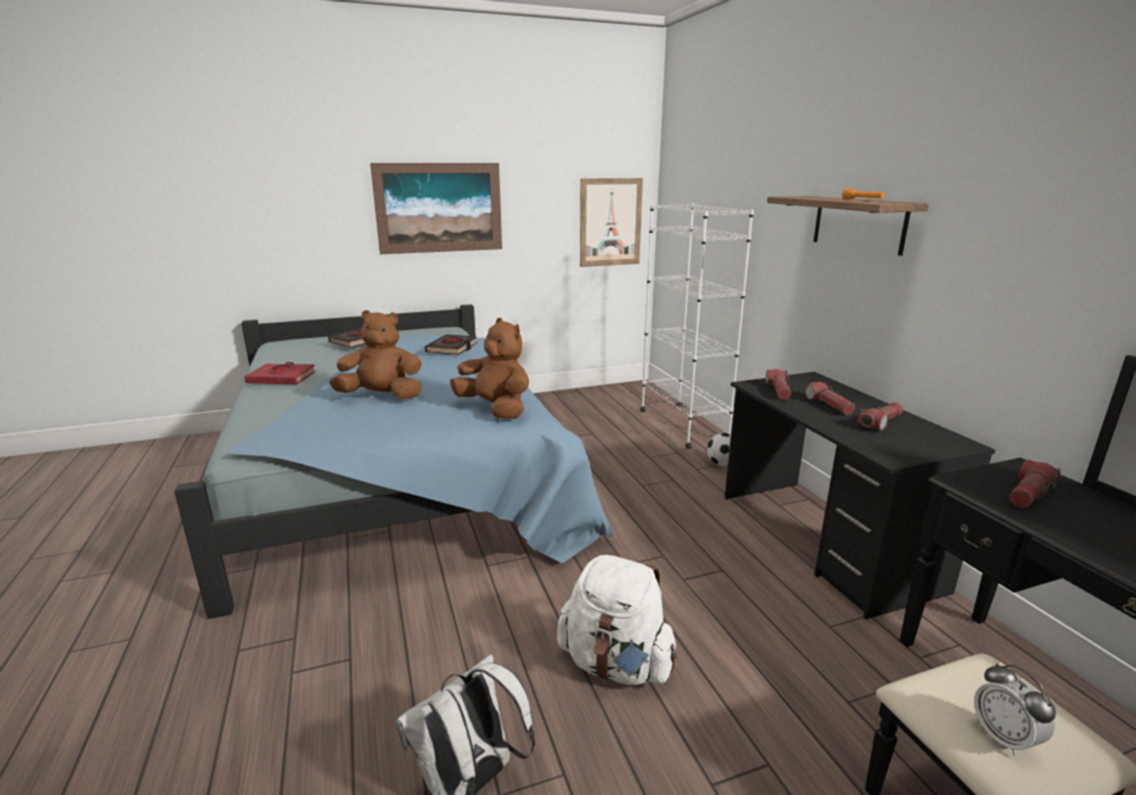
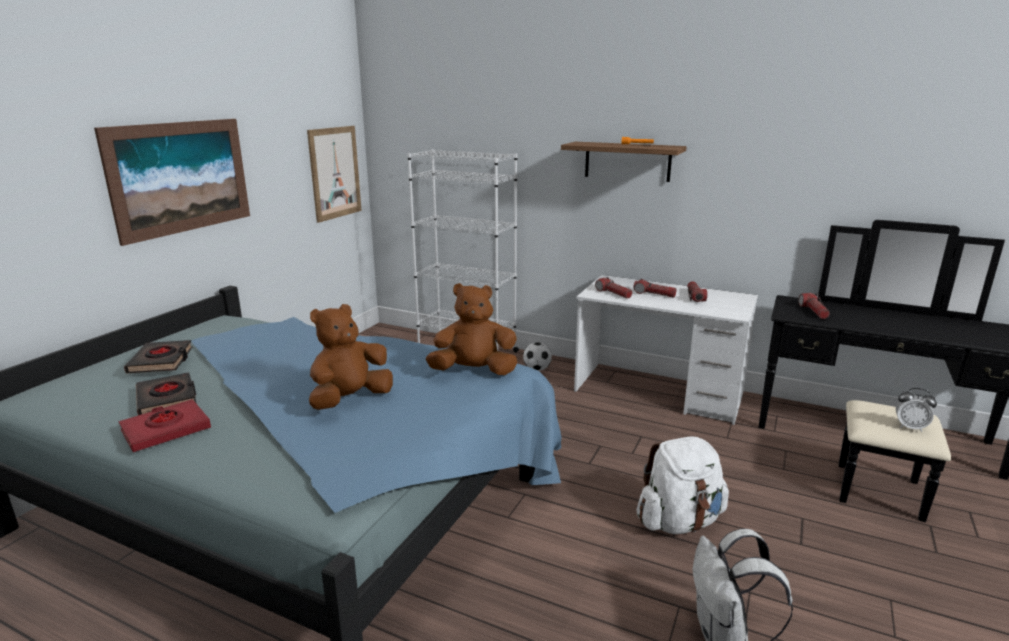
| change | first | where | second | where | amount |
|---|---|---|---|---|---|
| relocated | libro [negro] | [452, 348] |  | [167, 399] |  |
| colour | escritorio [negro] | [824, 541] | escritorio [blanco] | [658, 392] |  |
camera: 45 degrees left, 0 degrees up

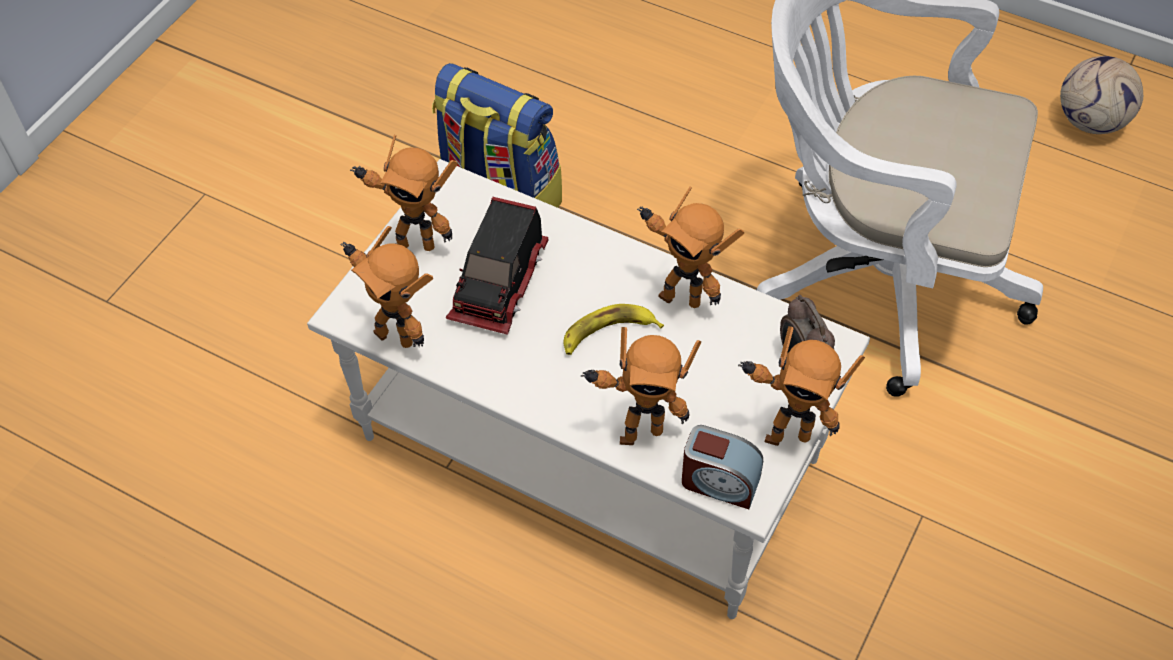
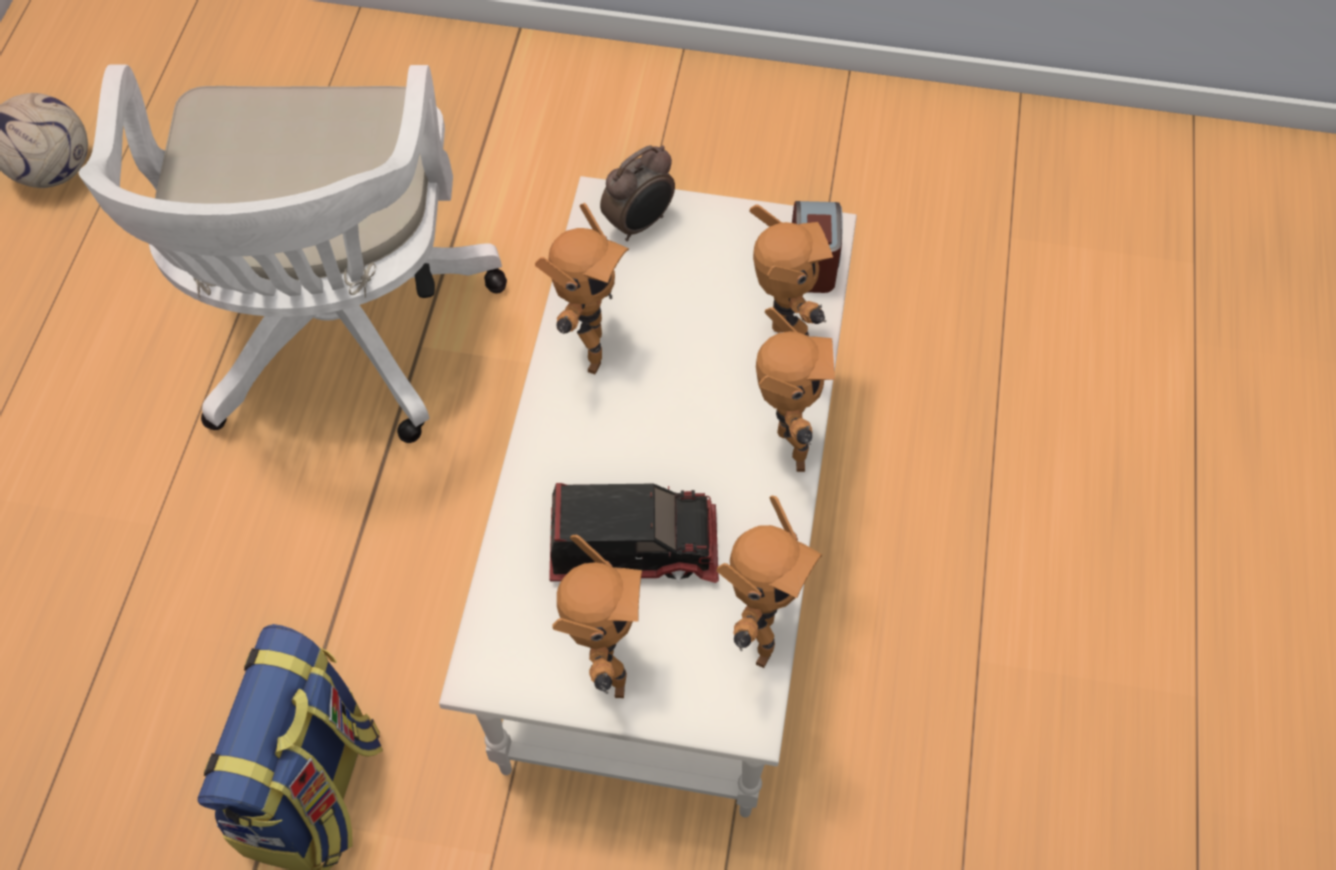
| change | first | where | second | where | amount |
|---|---|---|---|---|---|
| missing | plátano | [608, 333] |  |  |  |
| relocated | robot de juguete | [786, 433] |  | [784, 452] |  |
camera: 110 degrees left, 5 degrees up

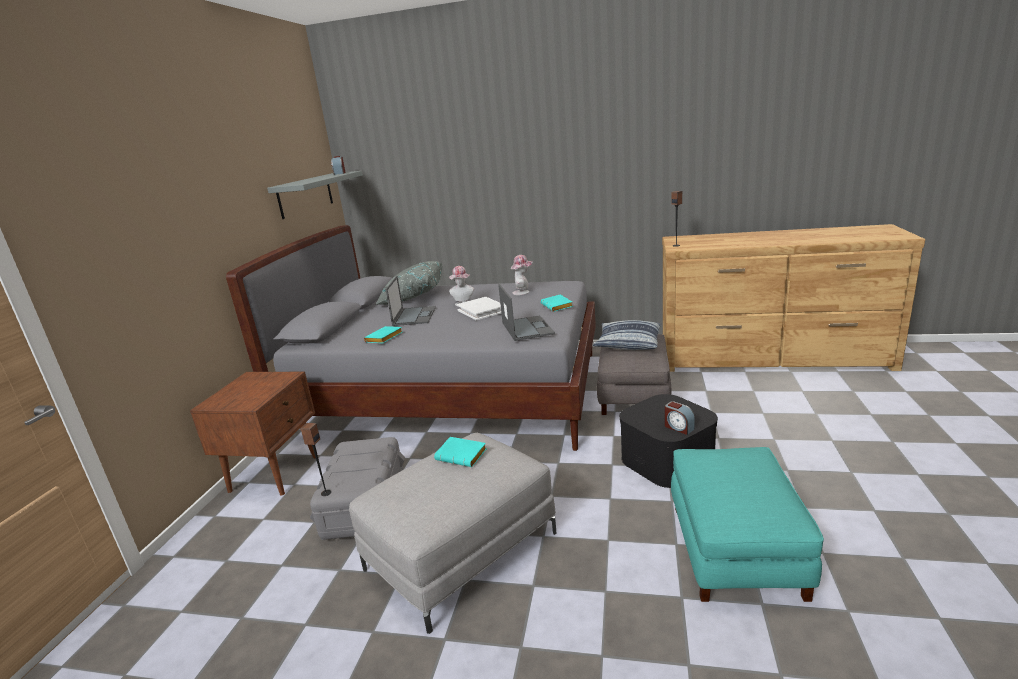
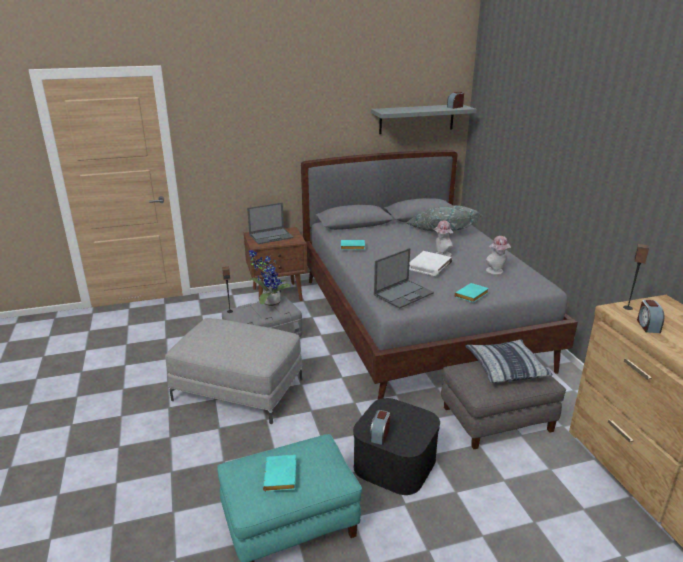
| change | first | where | second | where | amount |
|---|---|---|---|---|---|
| relocated | portátil | [414, 316] |  | [271, 236] |  |
| relocated | libro [turquesa] | [463, 455] |  | [282, 477] |  |
| appeared |  |  | planta en maceta | [269, 303] |  |
| appeared |  |  | despertador | [647, 325] |  |
camera: 60 degrees right, 5 degrees up

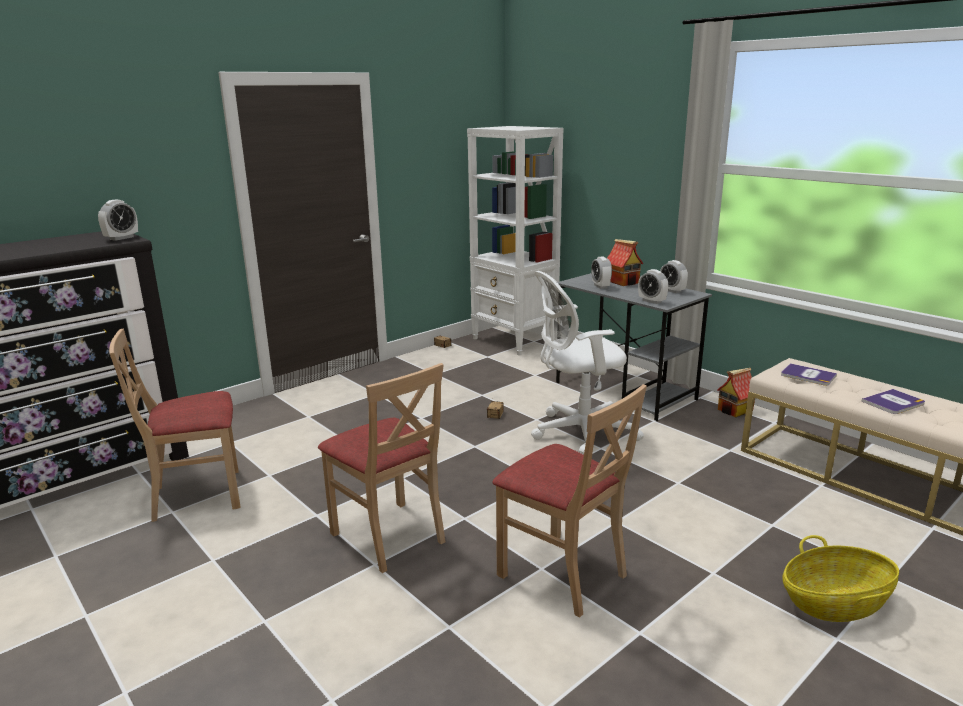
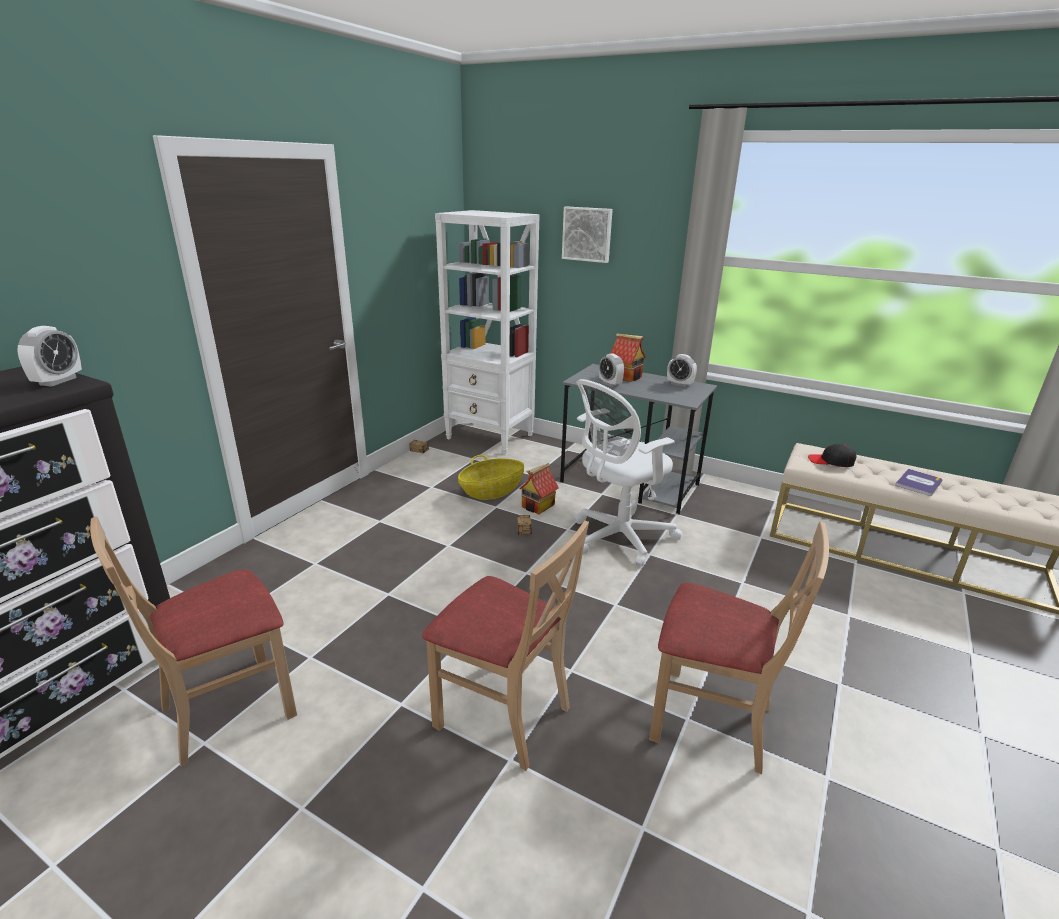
| change | first | where | second | where | amount |
|---|---|---|---|---|---|
| missing | despertador | [652, 301] |  |  |  |
| relocated | casita | [735, 410] |  | [538, 506] |  |
| exchanged | libro | [808, 375] | gorra [negro] | [831, 461] |  |
| relocated | cesta | [835, 603] |  | [492, 491] |  |
| appeared |  |  | cuadro | [587, 234] |  |
camera: 20 degrees left, 5 degrees up

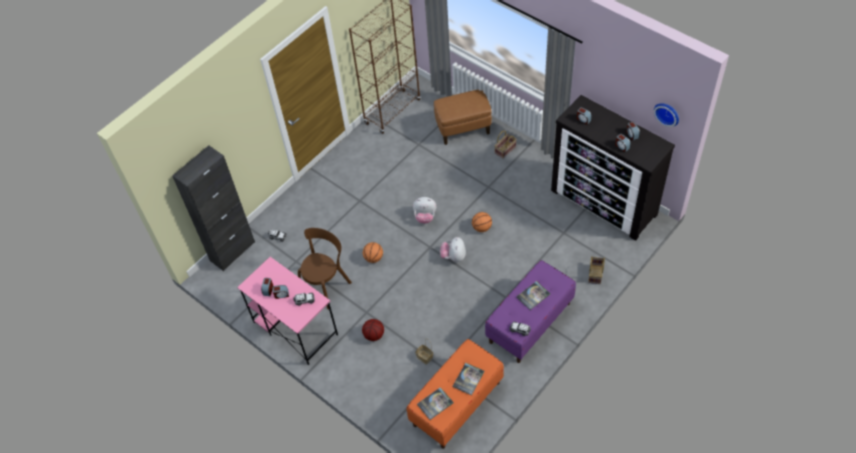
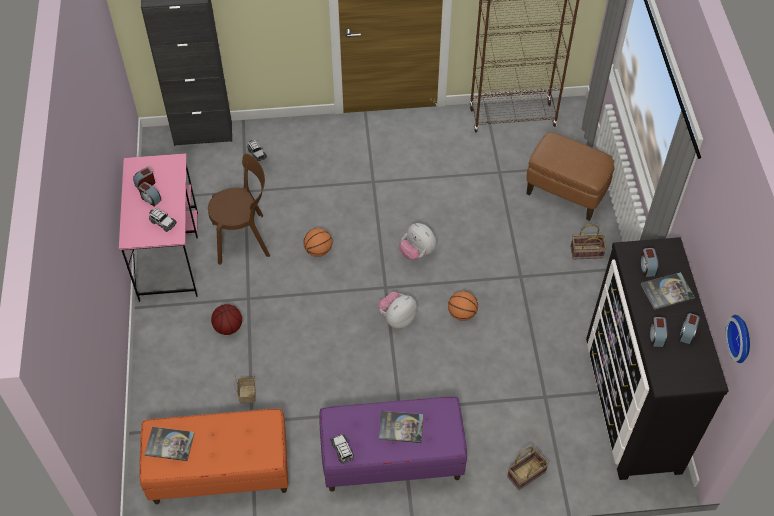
| change | first | where | second | where | amount |
|---|---|---|---|---|---|
| relocated | libro | [468, 379] |  | [667, 291] |  |
camera: 40 degrees right, 0 degrees up

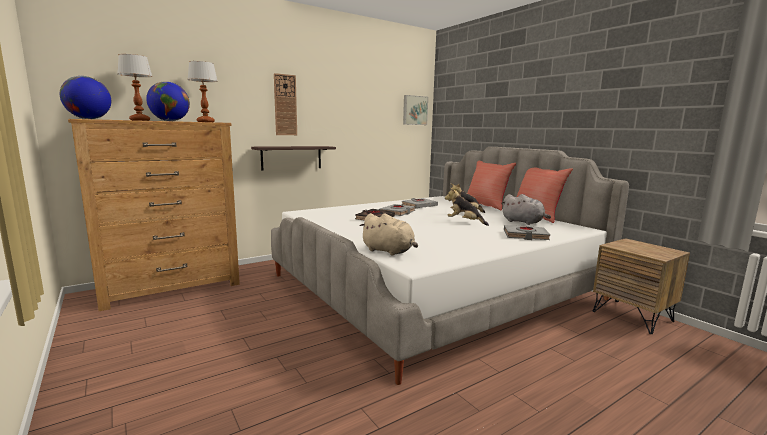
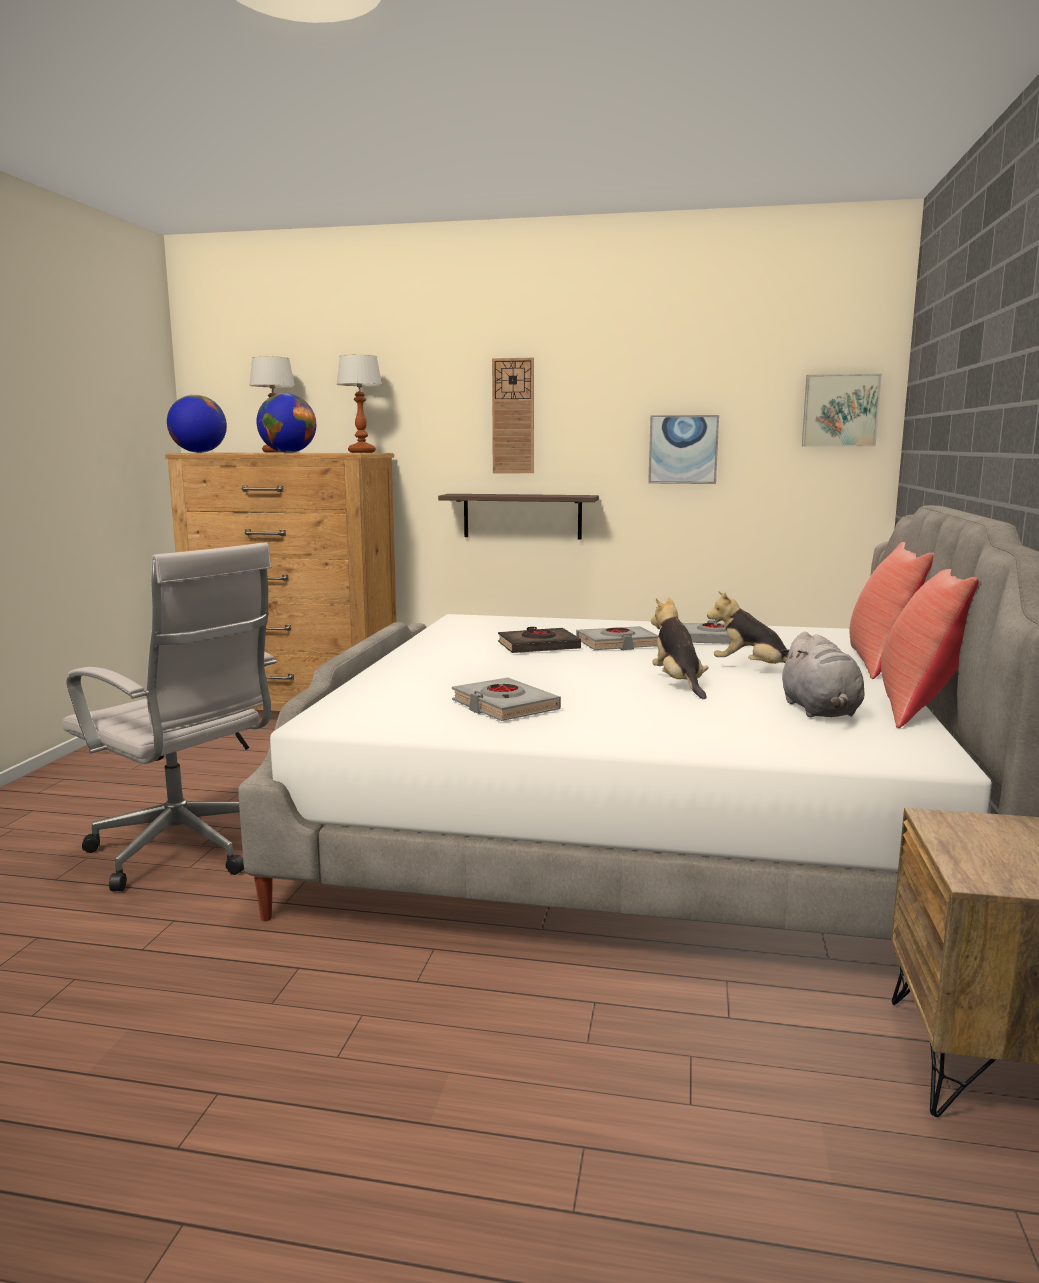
| change | first | where | second | where | amount |
|---|---|---|---|---|---|
| missing | peluche [beis] | [389, 251] |  |  |  |
| relocated | libro [gris] | [525, 236] |  | [504, 706] |  |
| appeared |  |  | silla de oficina [blanco] | [185, 853] |  |
| appeared |  |  | cuadro | [683, 449] |  |
camera: 45 degrees right, 0 degrees up

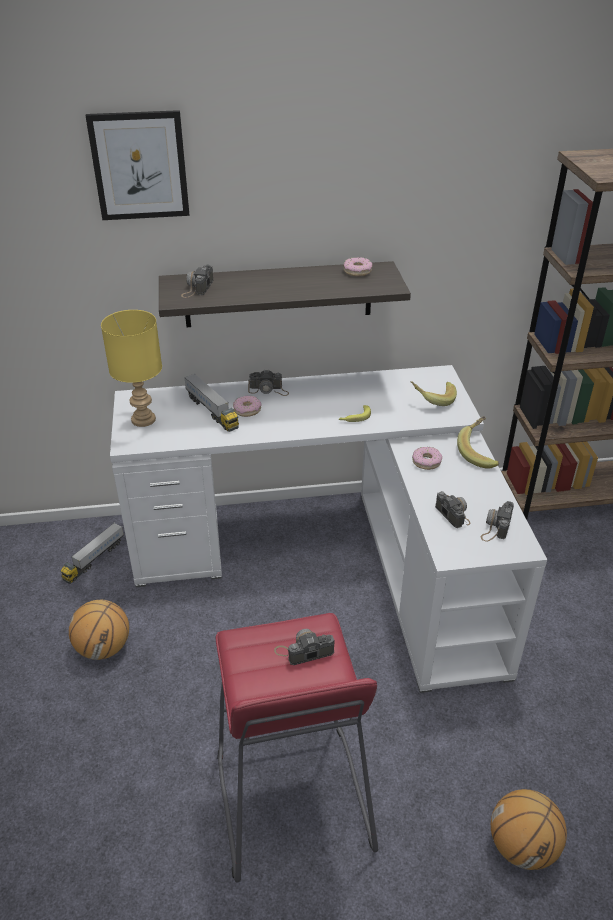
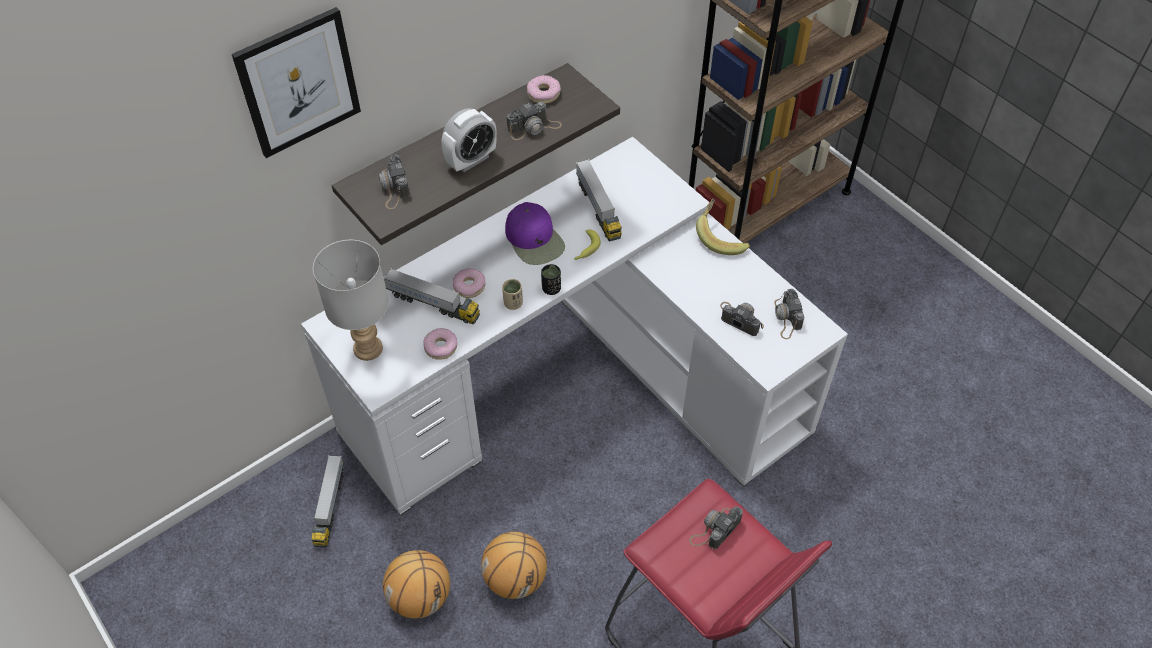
| change | first | where | second | where | amount |
|---|---|---|---|---|---|
| colour | lámpara de mesa [amarillo] | [143, 419] | lámpara de mesa [gris] | [367, 348] |  |
| relocated | cámara | [268, 390] |  | [534, 127] |  |
| missing | plátano | [432, 399] |  |  |  |
| relocated | rosquilla | [426, 462] |  | [440, 347] |  |
| relocated | balón de baloncesto | [522, 846] |  | [516, 578] |  |
| appeared |  |  | despertador | [471, 160] |  |
| appeared |  |  | taza [beis] | [513, 303] |  |
| appeared |  |  | gorra [morado] | [535, 239] |  |
| appeared |  |  | taza [negro] | [551, 288] |  |
| appeared |  |  | camión de juguete | [598, 208] |  |
camera: 30 degrees left, 15 degrees up

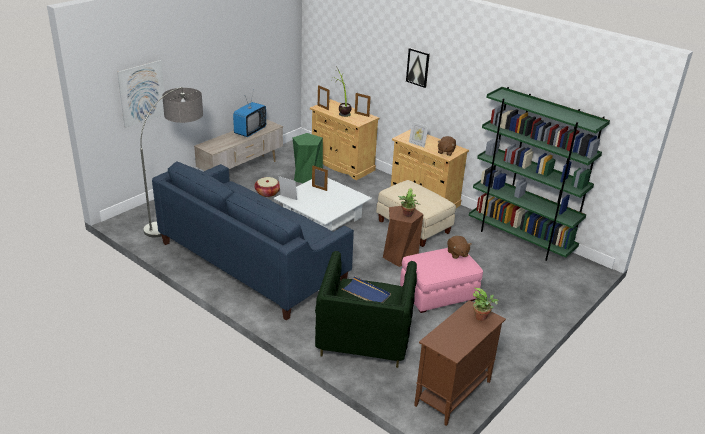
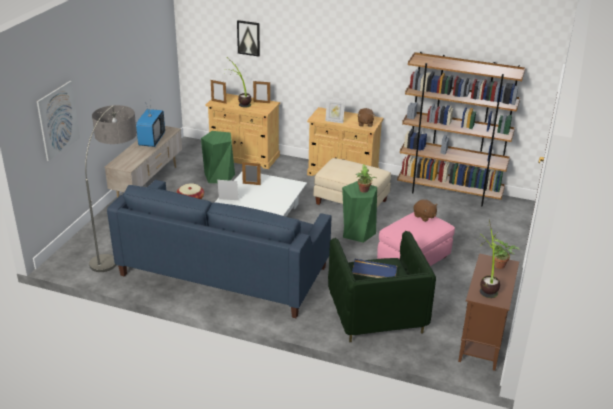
| change | first | where | second | where | amount |
|---|---|---|---|---|---|
| colour | taburete [marrón] | [400, 256] | taburete [verde] | [357, 232] |  |
| relocated | cuadro | [418, 67] |  | [248, 38] |  |
| colour | estantería [verde] | [520, 239] | estantería [marrón] | [449, 193] |  |
| appeared |  |  | planta en maceta | [486, 285] |  |
camera: 20 degrees left, 0 degrees up

